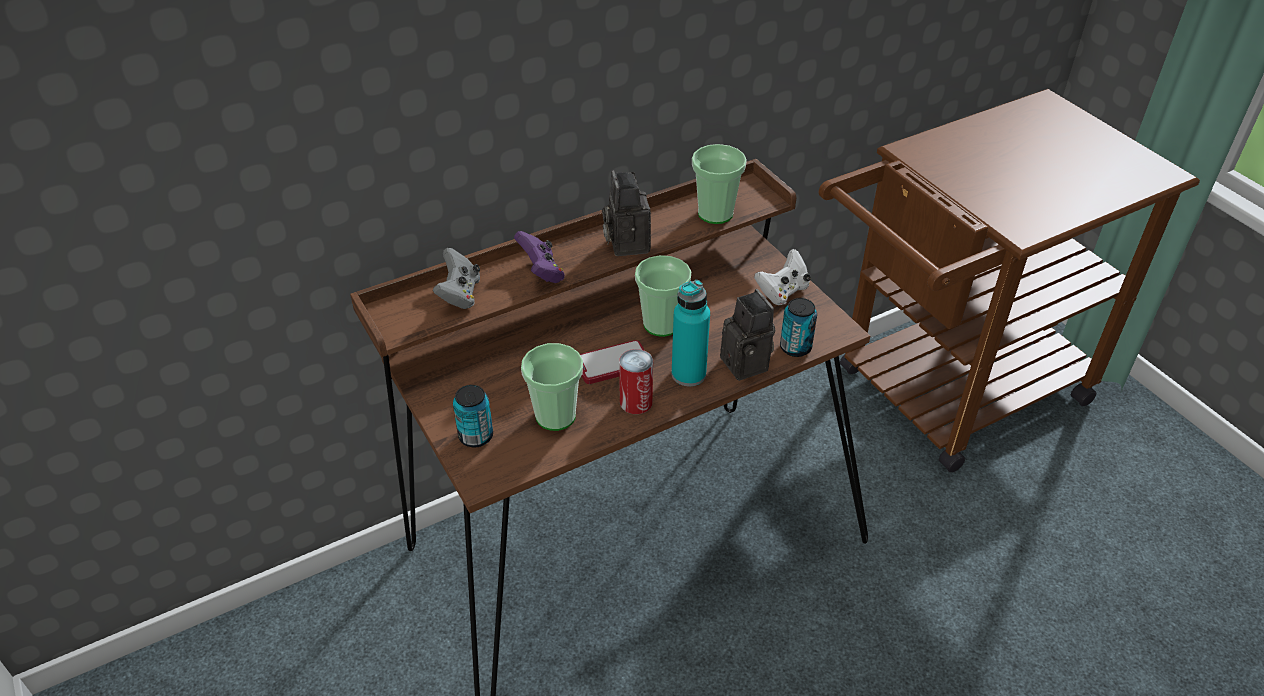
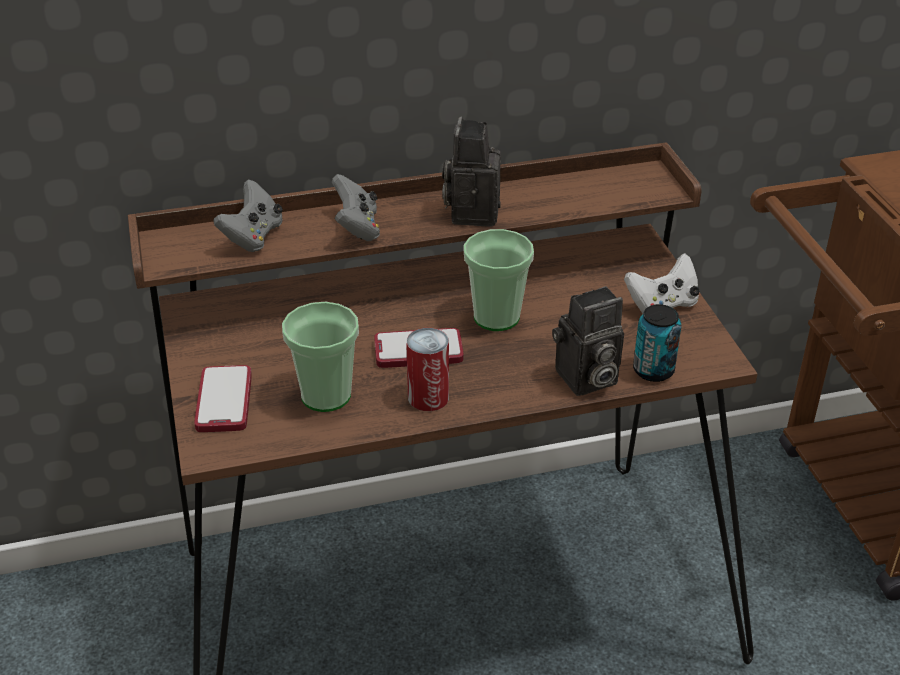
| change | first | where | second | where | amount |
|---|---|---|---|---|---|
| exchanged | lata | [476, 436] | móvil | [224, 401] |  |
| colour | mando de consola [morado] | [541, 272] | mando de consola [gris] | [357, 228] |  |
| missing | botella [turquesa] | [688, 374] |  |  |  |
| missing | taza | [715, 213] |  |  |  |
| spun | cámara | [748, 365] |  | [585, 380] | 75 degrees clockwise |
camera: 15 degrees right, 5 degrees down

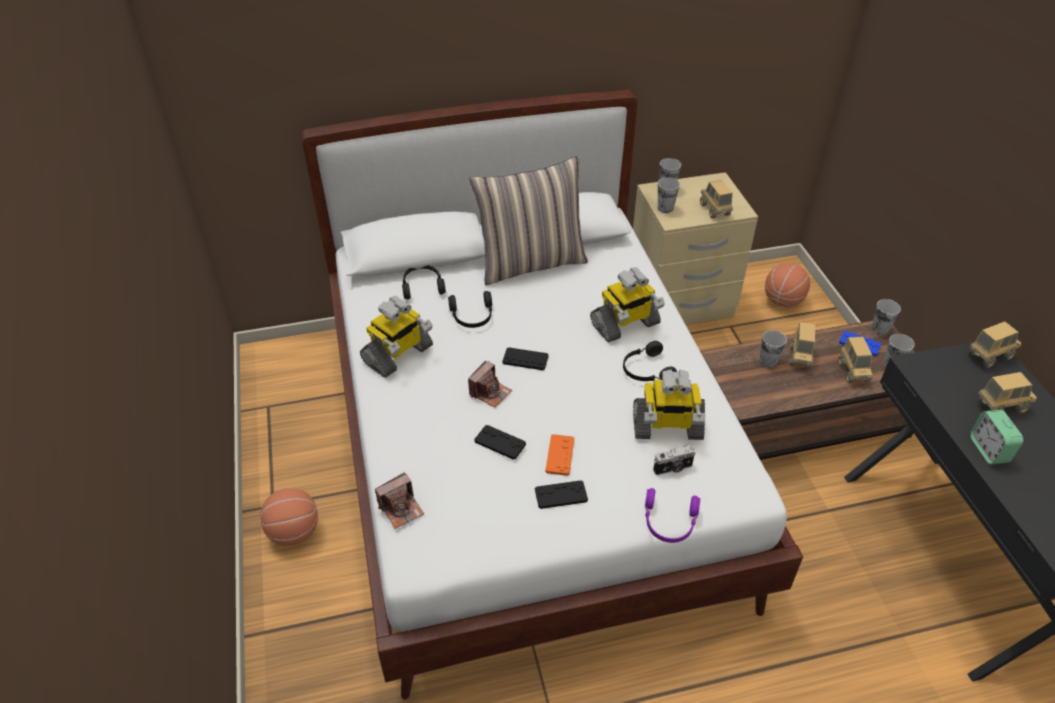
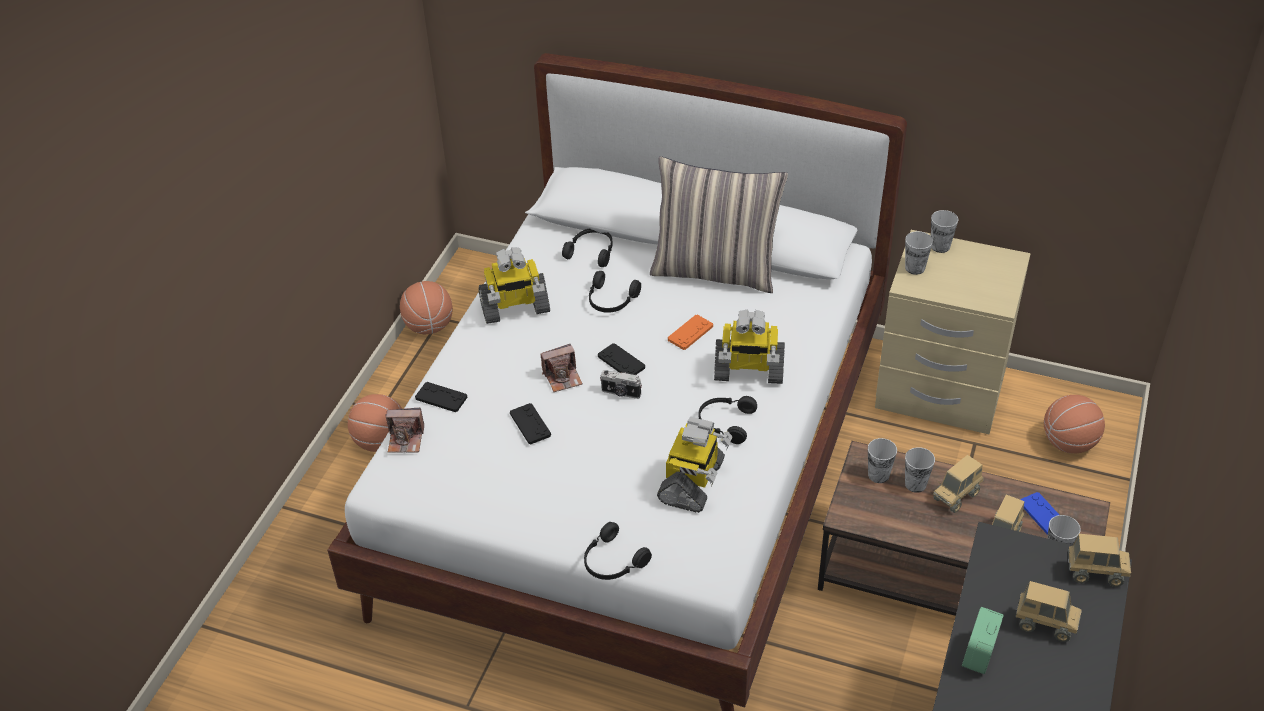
| change | first | where | second | where | amount |
|---|---|---|---|---|---|
| relocated | mando de consola [negro] | [561, 495] |  | [441, 398] |  |
| relocated | mando de consola [naranja] | [560, 455] |  | [690, 333] |  |
| spun | robot de juguete | [666, 427] |  | [693, 482] | 105 degrees counterclockwise |
| colour | auriculares [morado] | [669, 522] | auriculares [negro] | [612, 562] |  |
| relocated | cámara | [673, 468] |  | [621, 393] |  |
| missing | camión de juguete | [714, 210] |  |  |  |
| relocated | taza | [880, 329] |  | [878, 475] |  |
| appeared |  |  | balón de baloncesto | [429, 326] |  |
camera: 35 degrees right, 0 degrees up

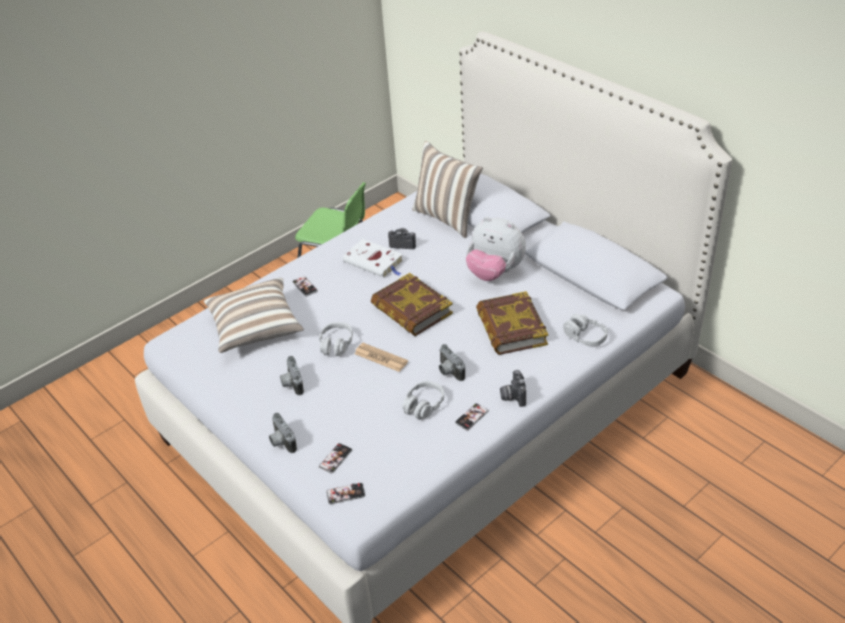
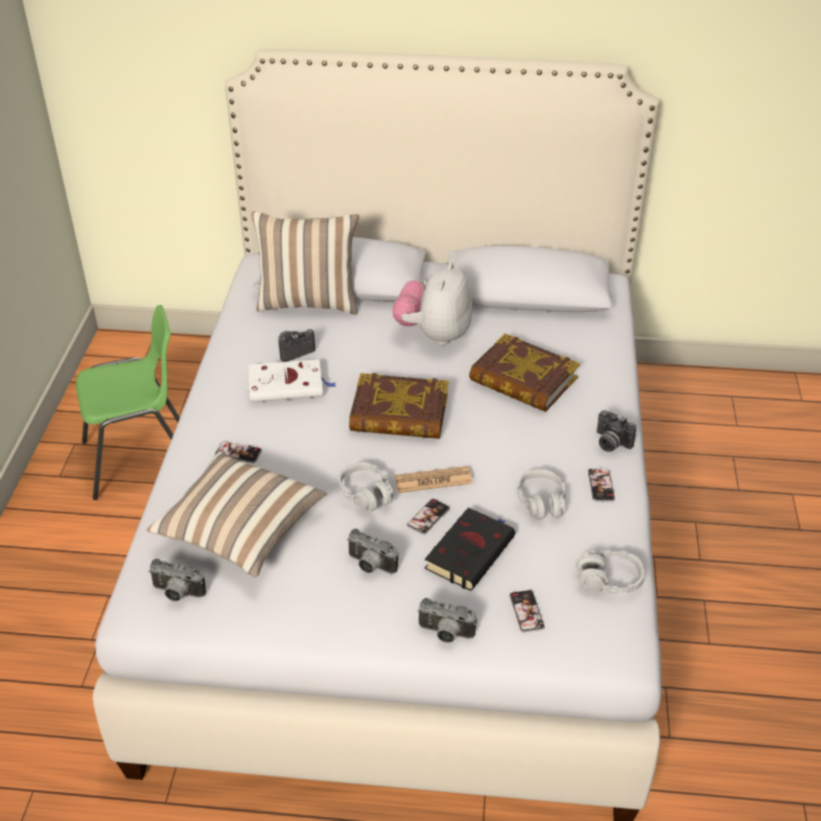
| change | first | where | second | where | amount |
|---|---|---|---|---|---|
| relocated | móvil | [345, 494] |  | [428, 517] |  |
| relocated | cámara | [448, 372] |  | [177, 593] |  |
| spun | peluche | [495, 272] |  | [434, 334] | 120 degrees clockwise |
| relocated | auriculares [gris] | [585, 336] |  | [608, 580] |  |
| appeared |  |  | libro [negro] | [470, 551] |  |
camera: 45 degrees left, 0 degrees up

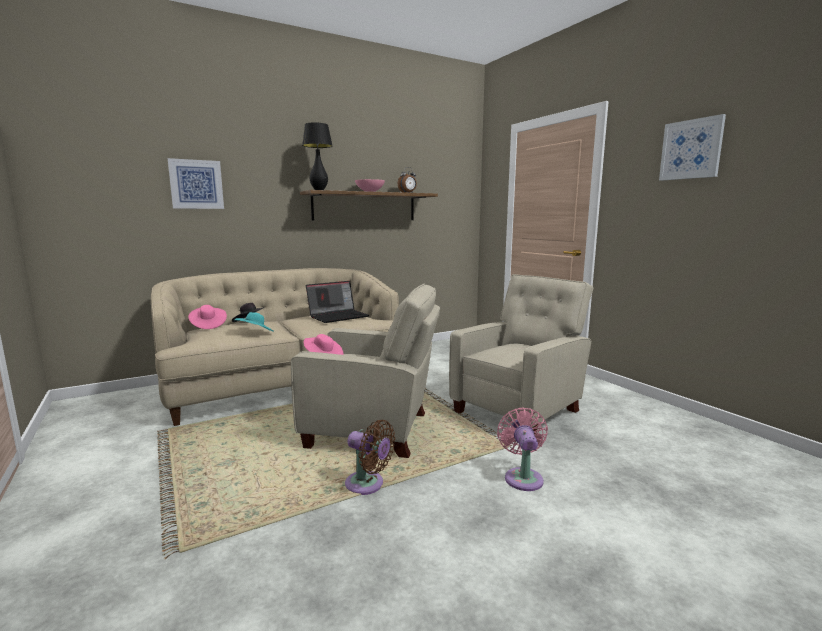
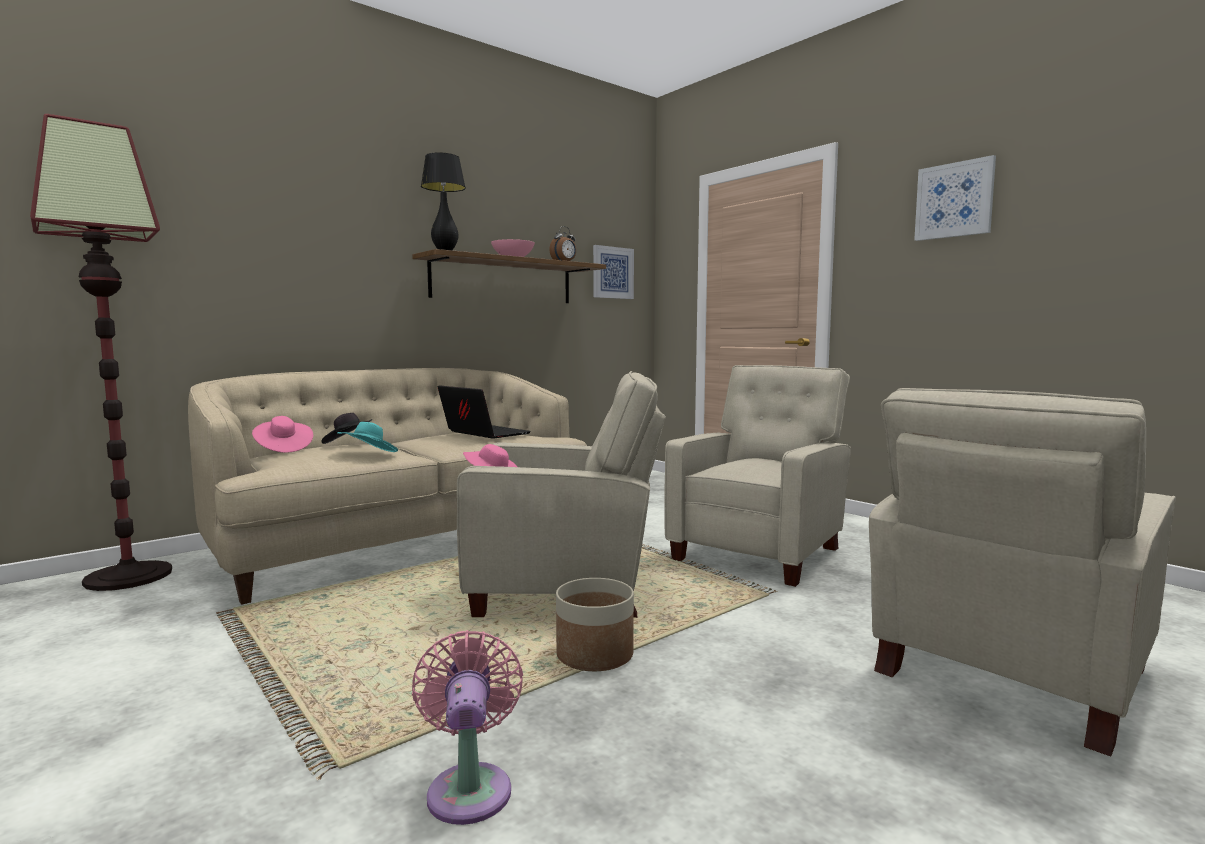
| change | first | where | second | where | amount |
|---|---|---|---|---|---|
| relocated | cuadro | [196, 184] |  | [612, 272] |  |
| spun | portátil | [338, 316] |  | [483, 433] | 90 degrees counterclockwise |
| exchanged | ventilador [marrón] | [368, 485] | maceta | [594, 655] |  |
| relocated | ventilador [rosa] | [523, 477] |  | [470, 787] |  |
| appeared |  |  | lámpara de pie | [129, 576] |  |
| appeared |  |  | sillón [beis] | [1005, 673] |  |
camera: 10 degrees left, 5 degrees down

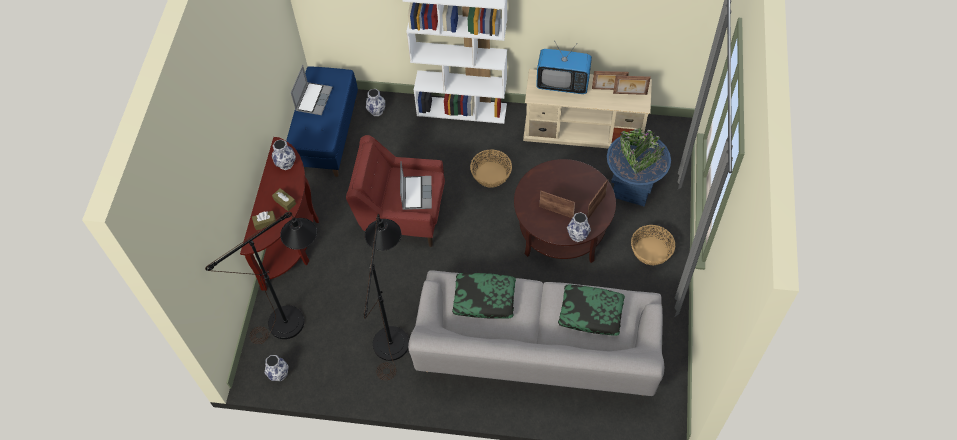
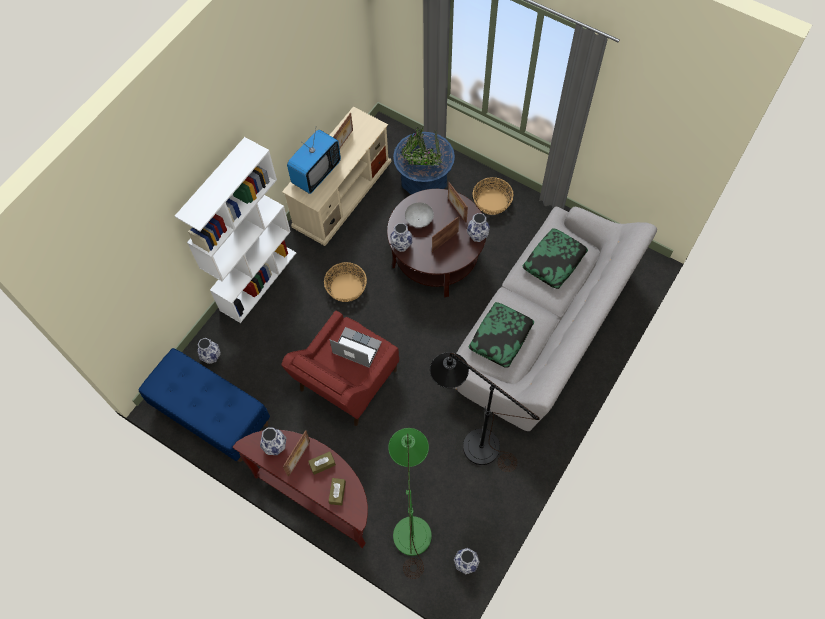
| change | first | where | second | where | amount |
|---|---|---|---|---|---|
| colour | lámpara de pie [negro] | [296, 318] | lámpara de pie [verde] | [412, 524] |  |
| missing | portátil | [313, 99] |  |  |  |
| relocated | portarretratos | [630, 94] |  | [299, 458] |  |
| appeared |  |  | florero | [401, 245] |  |
| appeared |  |  | cuenco [gris] | [419, 220] |  |
camera: 65 degrees left, 5 degrees up

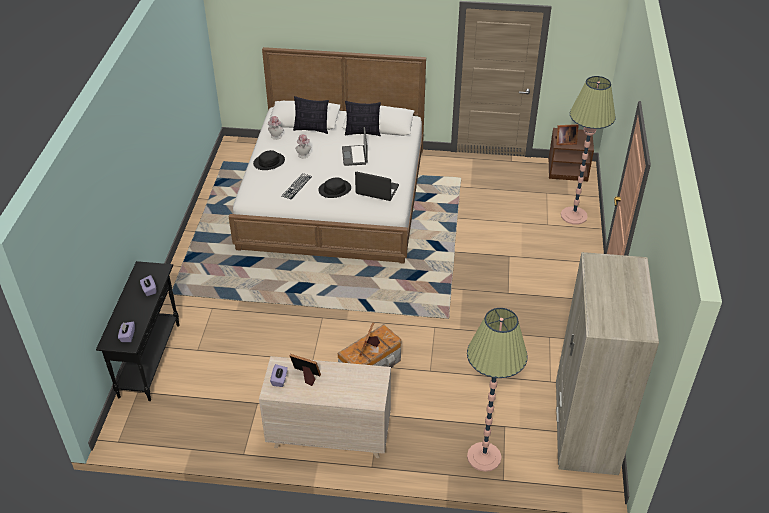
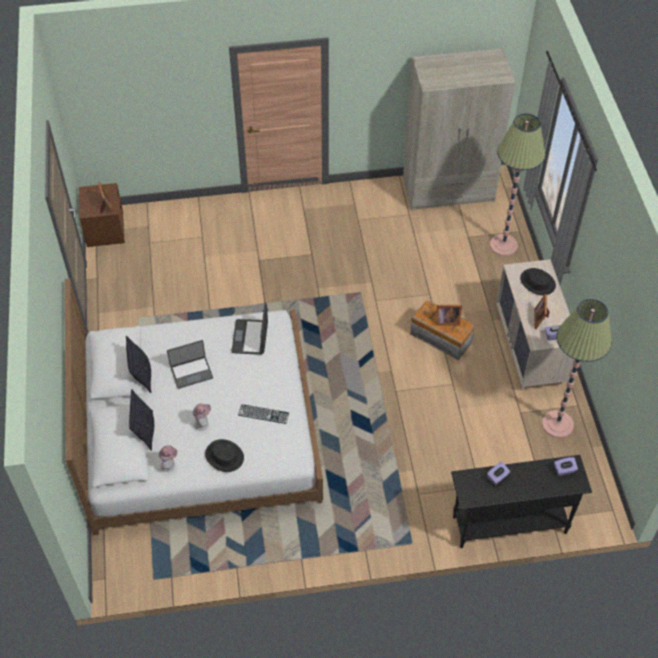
| change | first | where | second | where | amount |
|---|---|---|---|---|---|
| relocated | sombrero [negro] | [334, 189] |  | [537, 282] |  |
| relocated | lámpara de pie | [574, 216] |  | [557, 424] |  |
camera: 105 degrees left, 10 degrees up

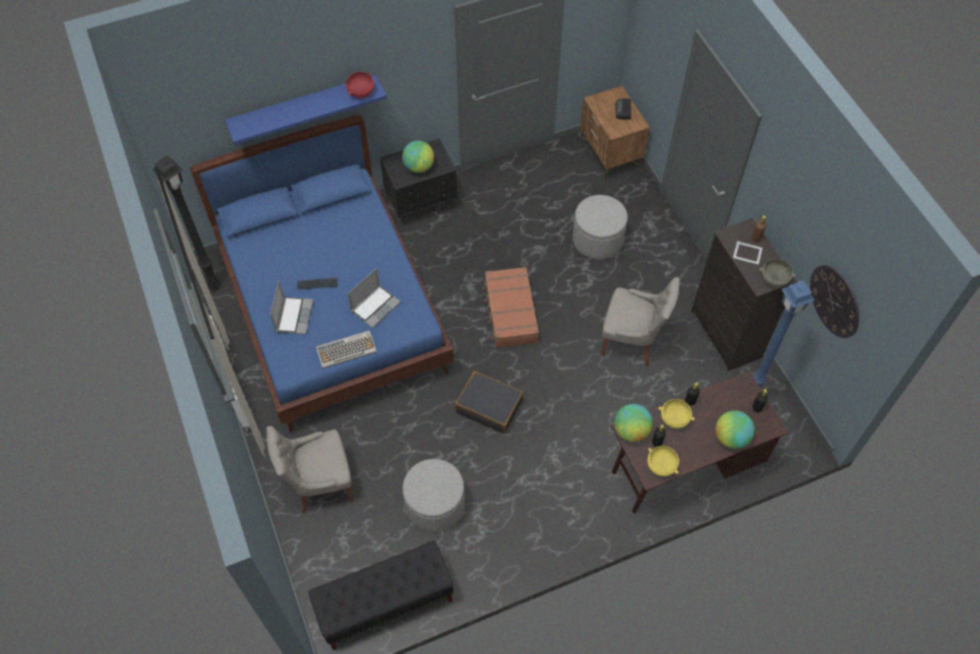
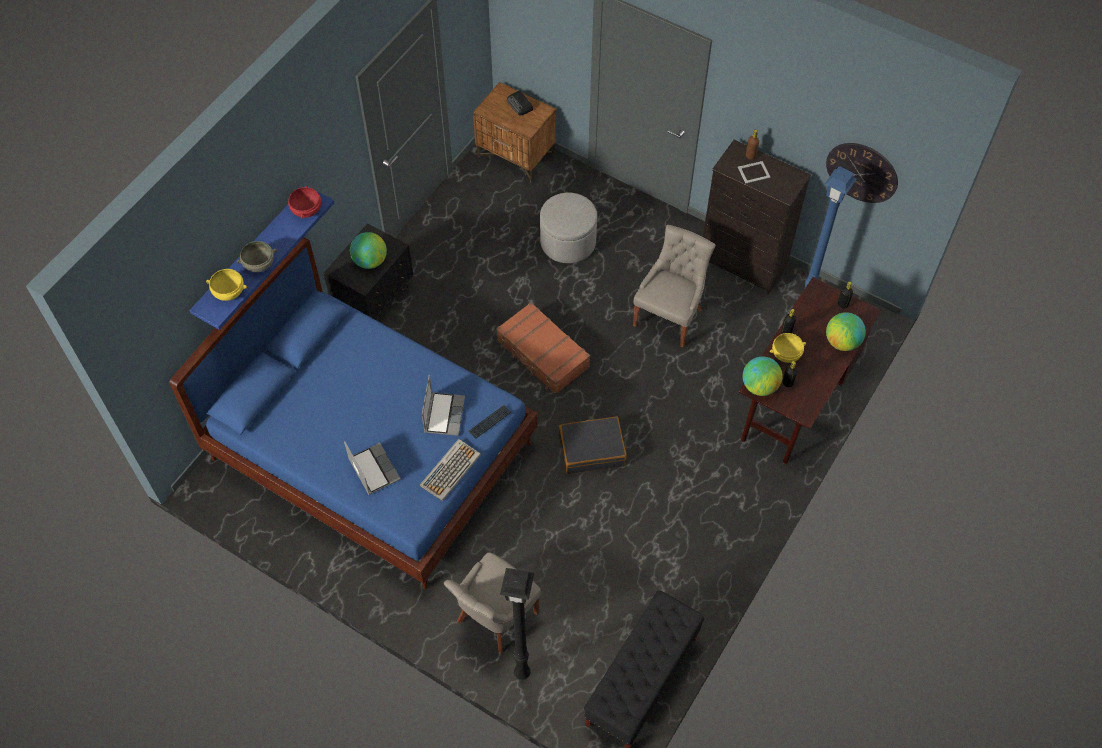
| change | first | where | second | where | amount |
|---|---|---|---|---|---|
| relocated | lámpara de pie [negro] | [213, 286] |  | [521, 673] |  |
| relocated | teclado | [317, 284] |  | [490, 422] |  |
| missing | puf [gris] | [435, 505] |  |  |  |
| spun | silla [gris] | [632, 341] |  | [669, 316] | 45 degrees counterclockwise |
| relocated | cuenco [amarillo] | [660, 466] |  | [229, 292] |  |
| relocated | cuenco [gris] | [774, 280] |  | [259, 265] |  |
camera: 35 degrees left, 0 degrees up

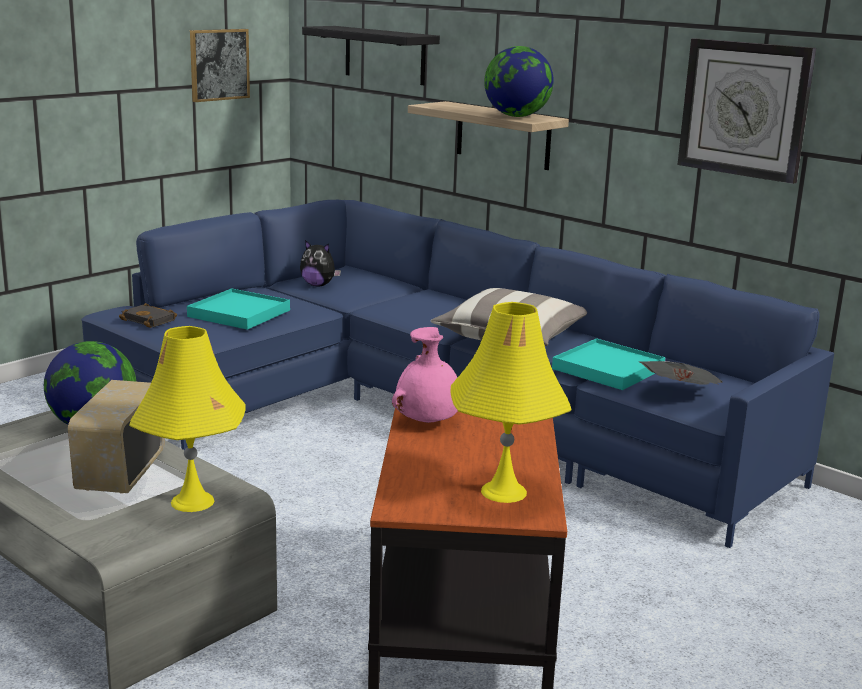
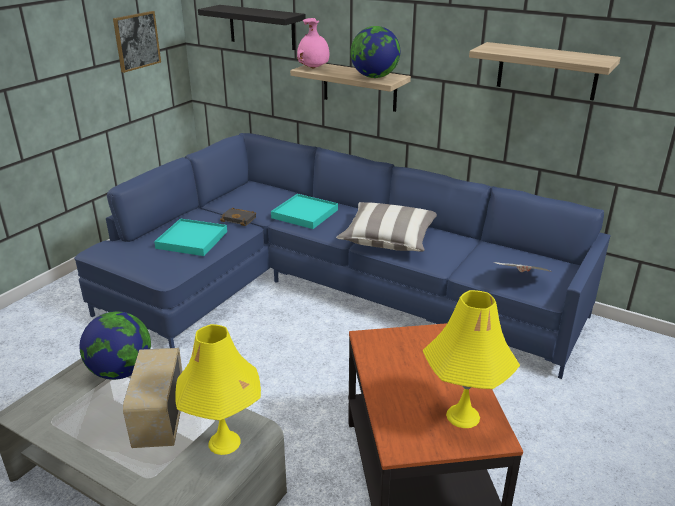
| change | first | where | second | where | amount |
|---|---|---|---|---|---|
| relocated | libro [negro] | [150, 320] |  | [240, 219] |  |
| missing | peluche | [318, 285] |  |  |  |
| relocated | florero [rosa] | [428, 422] |  | [314, 68] |  |
| relocated | bandeja [turquesa] | [608, 369] |  | [305, 214] |  |
| exchanged | reloj de pared | [745, 109] | estante | [547, 71] |  |
camera: 10 degrees left, 10 degrees up

